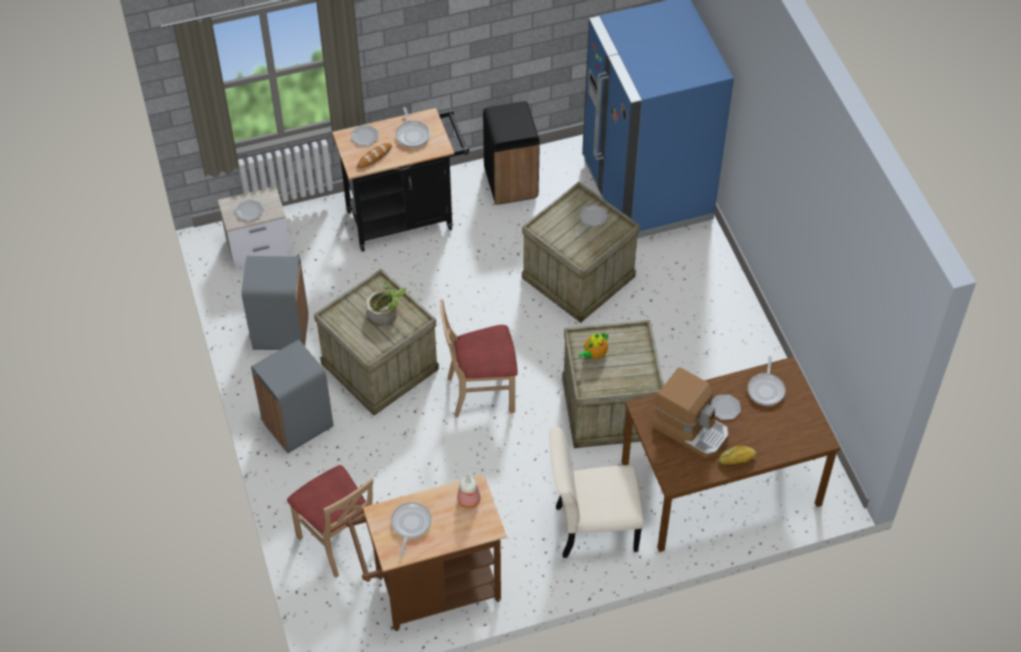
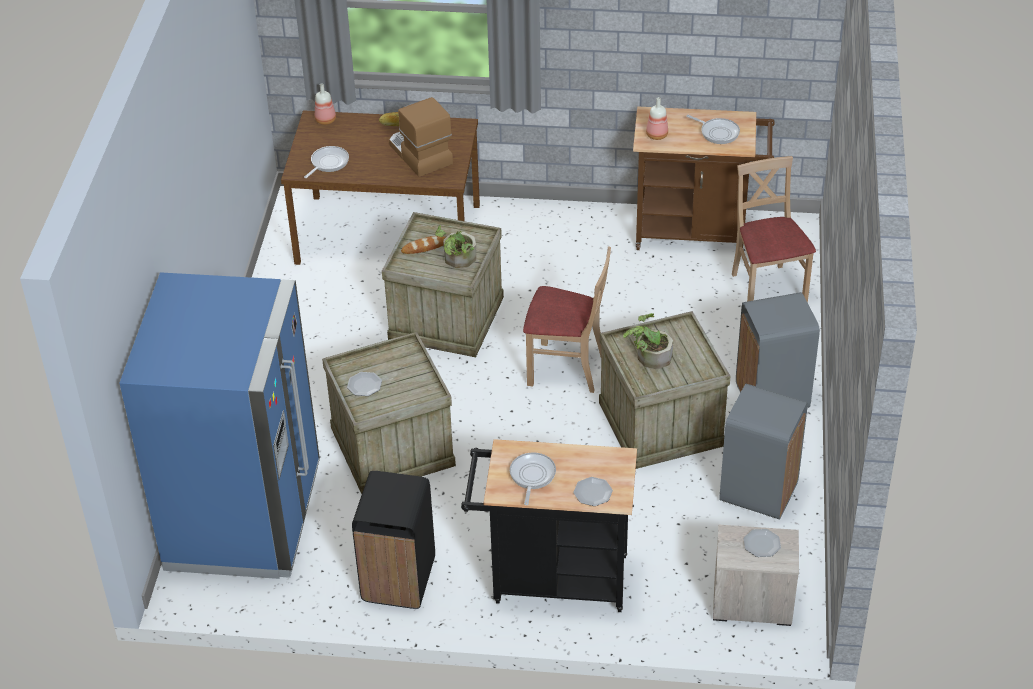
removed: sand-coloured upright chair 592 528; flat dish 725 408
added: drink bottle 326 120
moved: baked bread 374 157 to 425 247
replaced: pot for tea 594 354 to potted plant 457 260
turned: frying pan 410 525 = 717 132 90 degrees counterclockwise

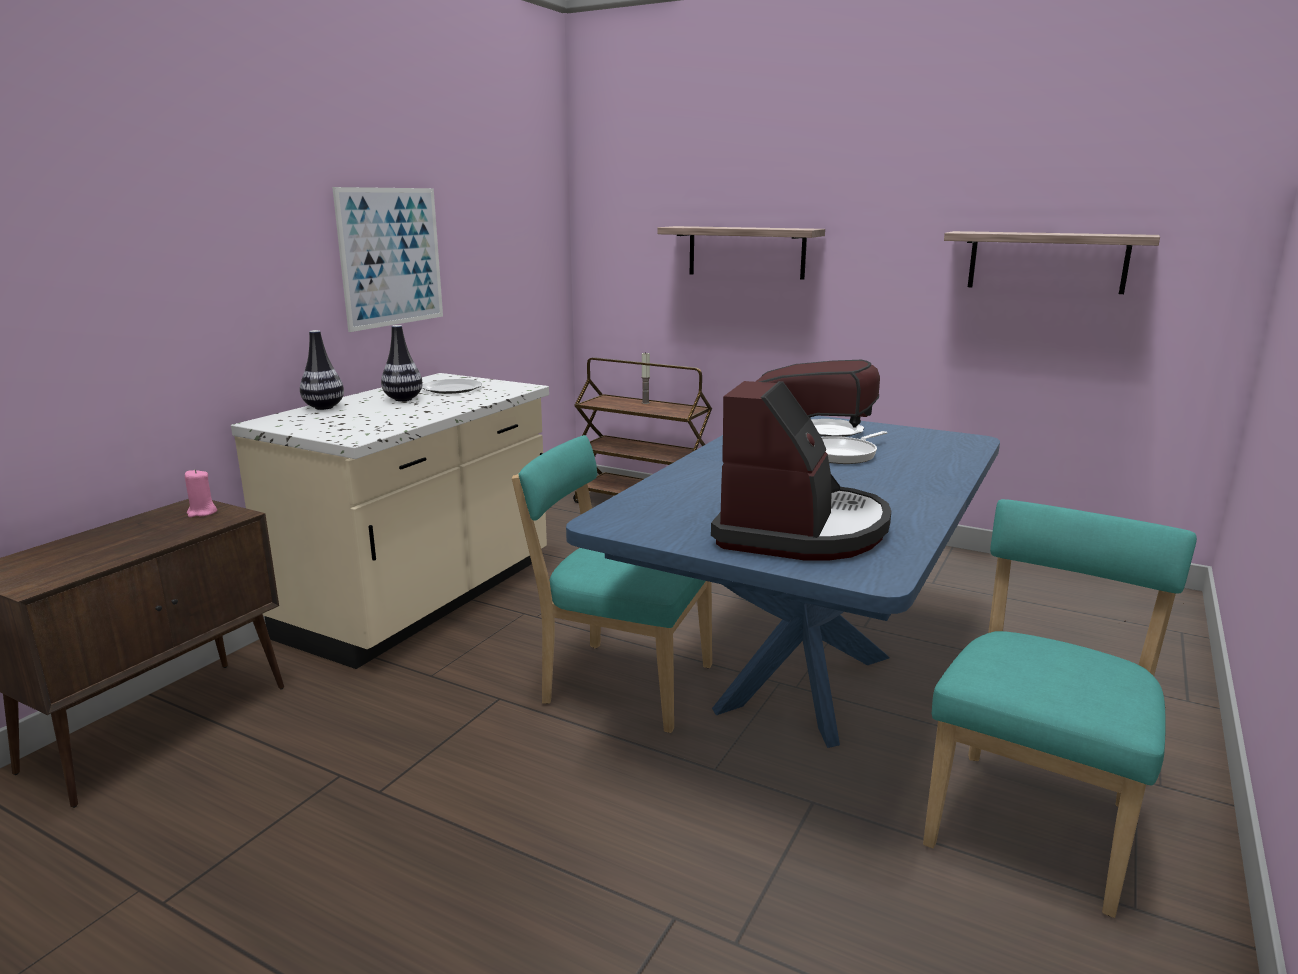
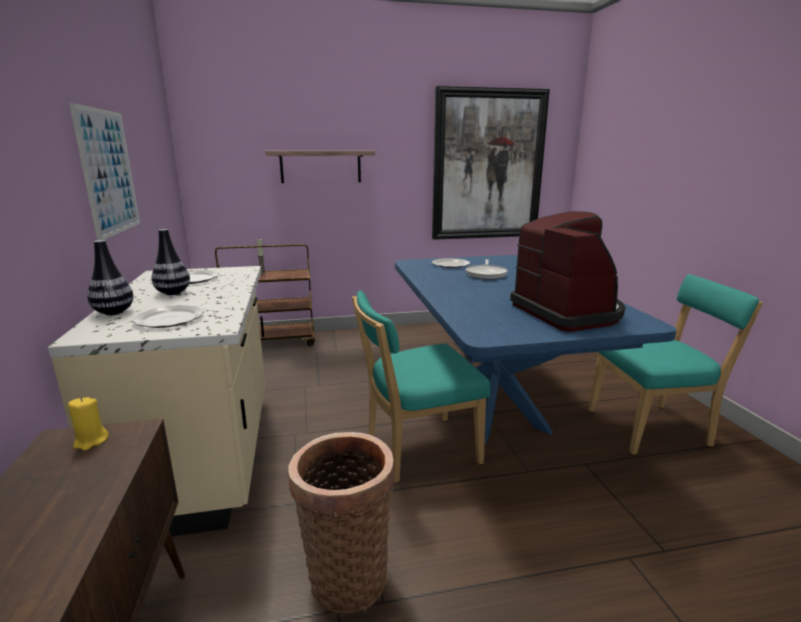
added: flat dish 168 319; storage basket 346 574
replaced: wall shelf 1047 262 to picture 488 166
recoloured: pinkish wax light 202 512 to yellowish wax light 91 441
turned: turquoise-coloured upright chair 1034 820 = 653 427 90 degrees clockwise

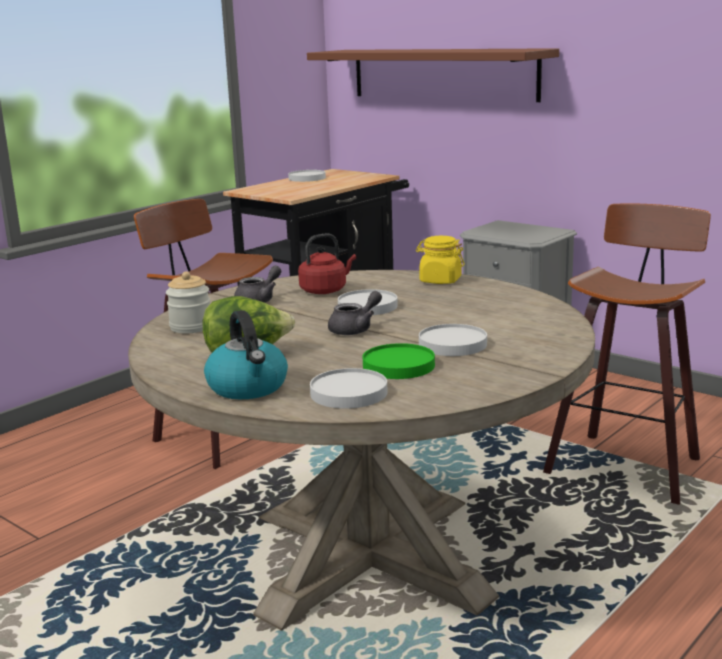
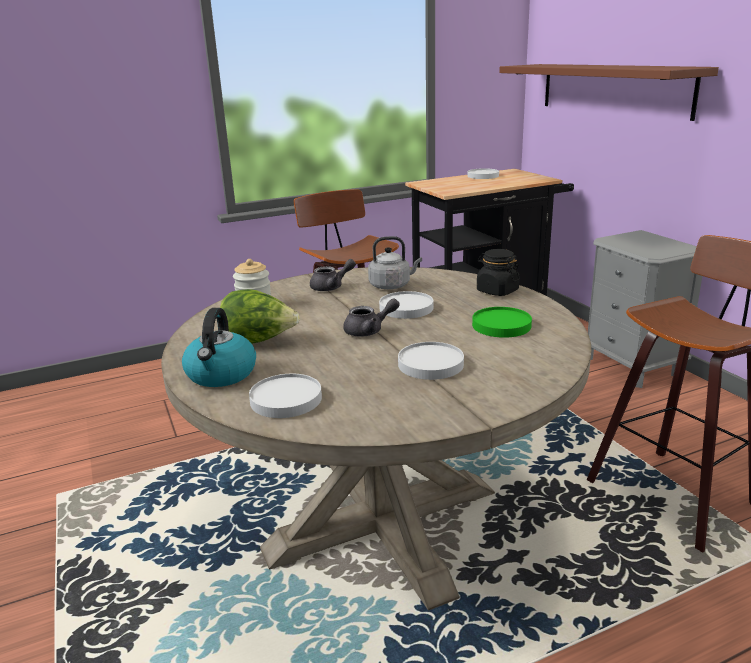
moved: green flat dish 399 366 to 502 325
recoloured: red kettle 325 290 to grey kettle 392 285; yellowish jar 440 280 to black-coloured jar 497 291

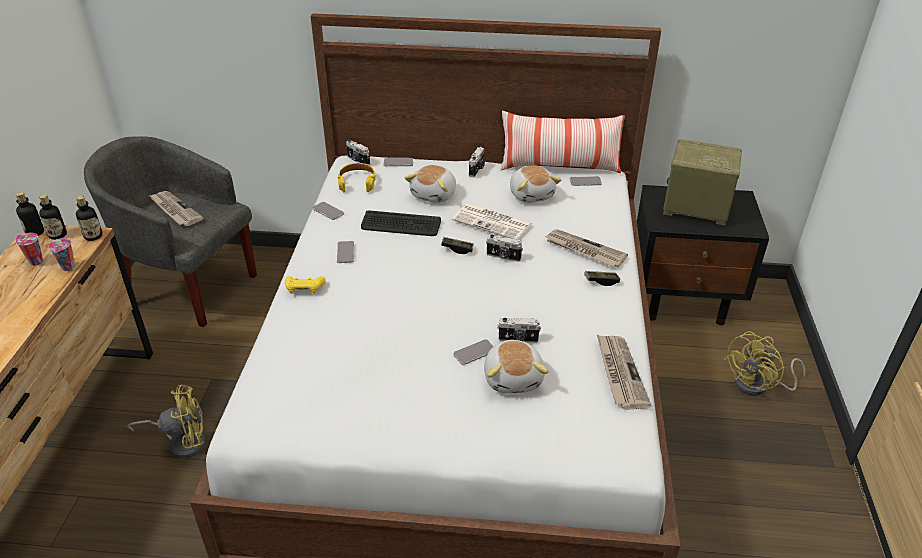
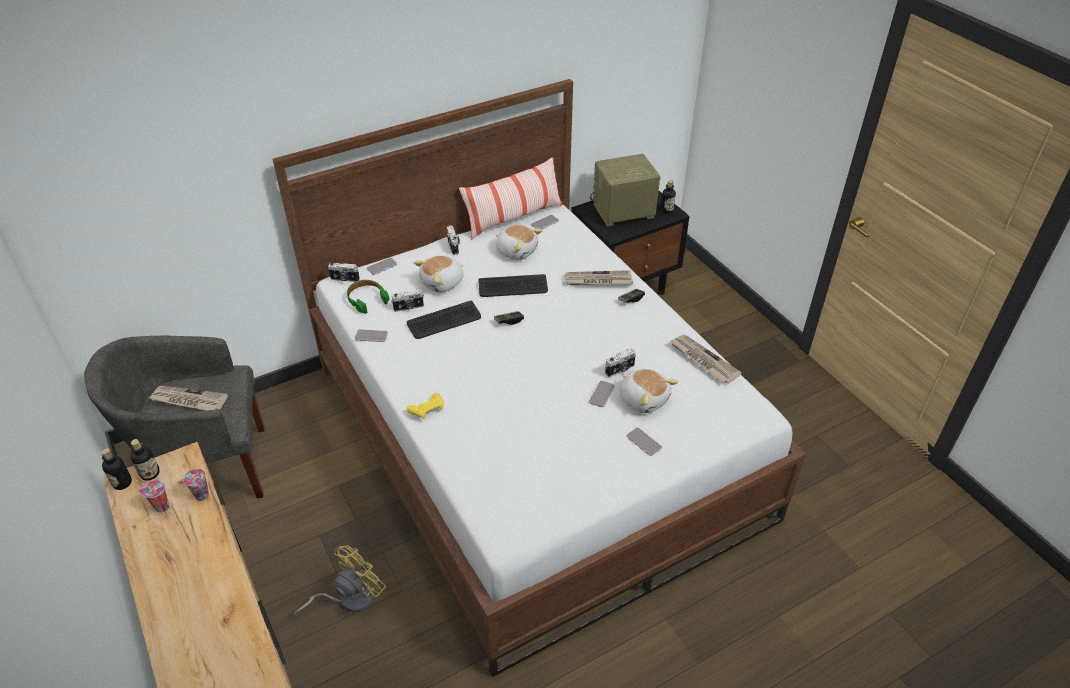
removed: yellowish cooling fan 758 386
moved: drink bottle 93 236 to 667 210; telephone 345 252 to 644 442; still camera 503 257 to 408 308
replaced: daily paper 493 222 to keyboard 513 287
recoloured: yellowish pair of headphones 357 182 to green pair of headphones 367 299
turned: cuddly toy 434 194 = 443 283 60 degrees clockwise

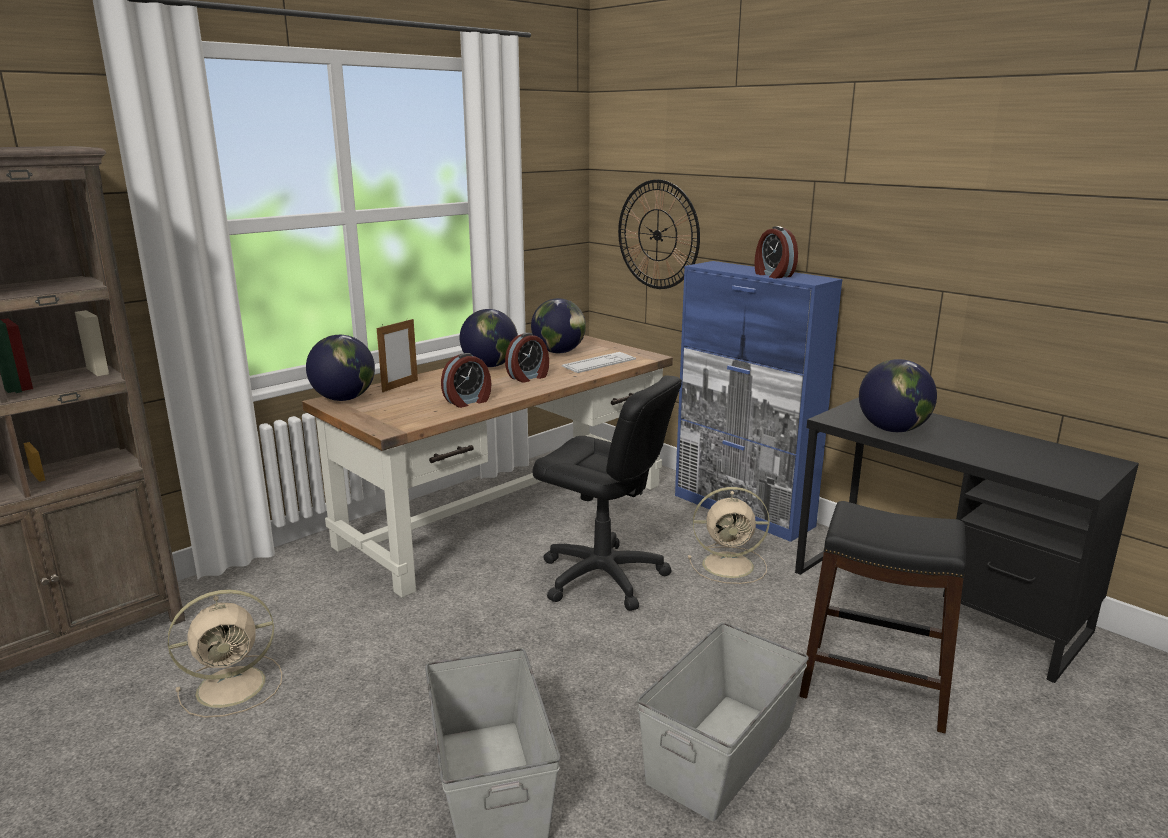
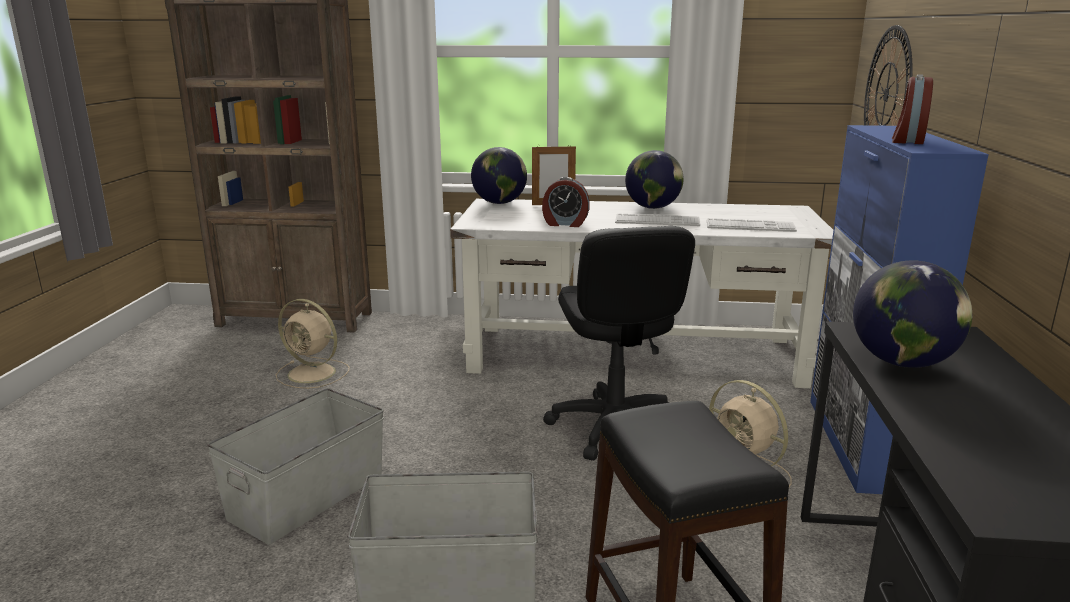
removed: world globe 559 352
replaced: alarm clock 528 377 to keyboard 657 221
recoloured: brown desk unit 508 513 to white-coloured desk unit 635 354

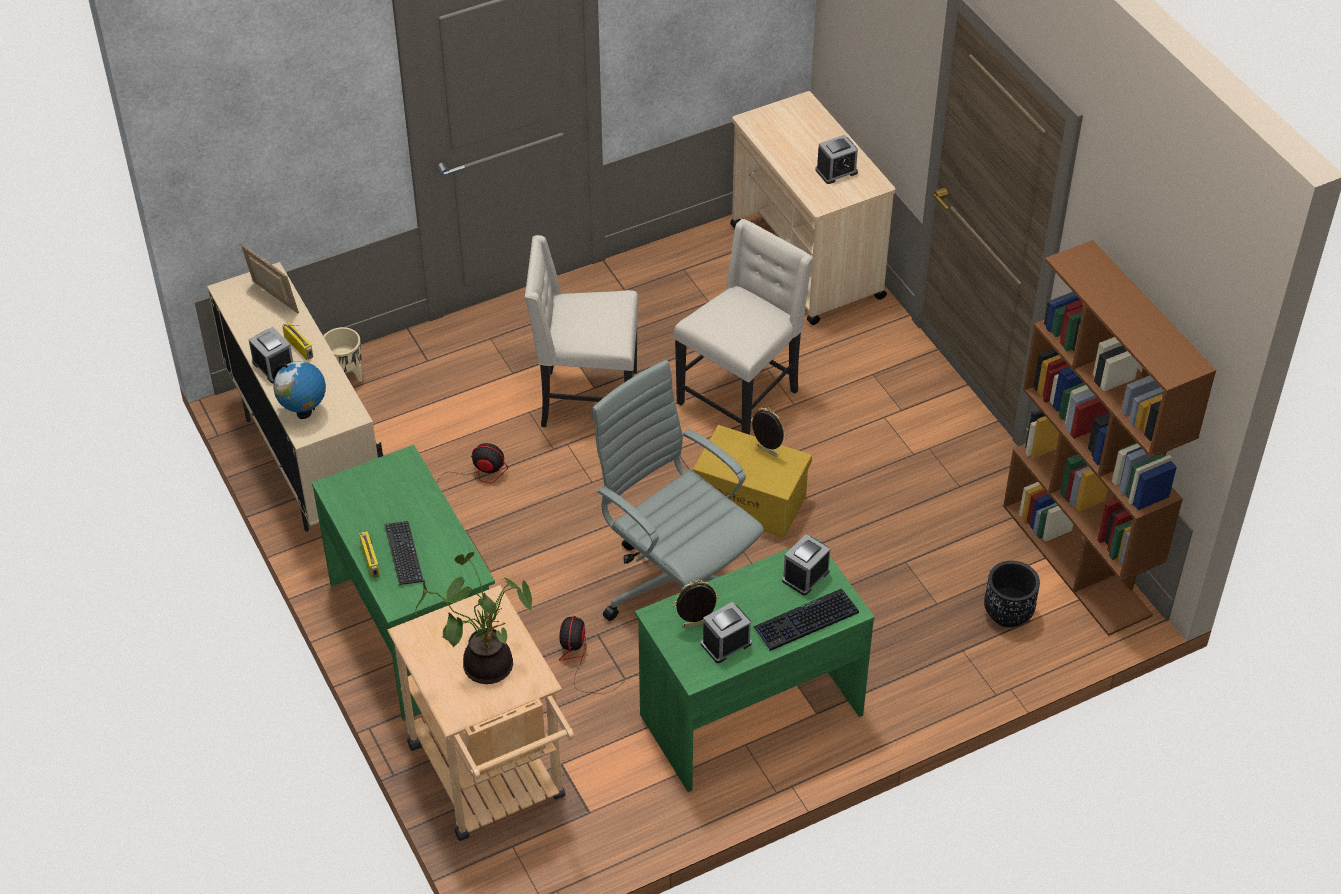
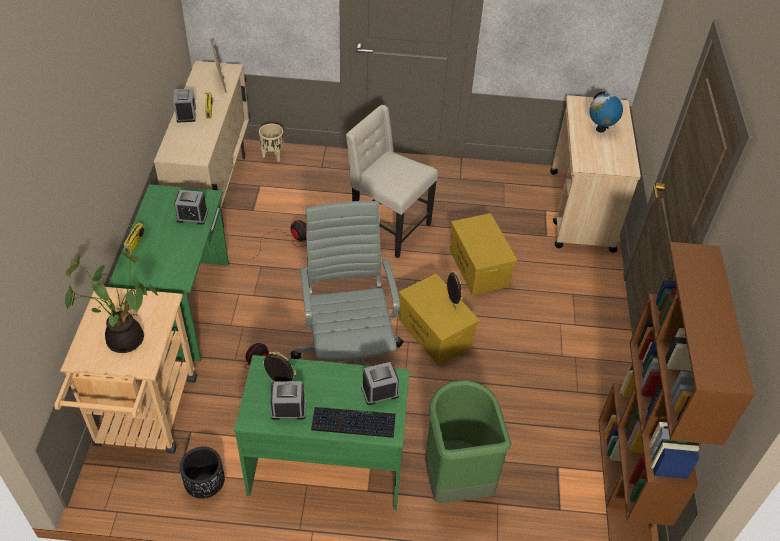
removed: keyboard 404 554
added: green rubbish bin 455 480
moved: world globe 304 413 to 600 129; alarm clock 836 171 to 192 216; black-coloured plant pot 1008 613 to 205 485
replaced: sand-coloured upright chair 741 397 to yellowish storage box 479 268

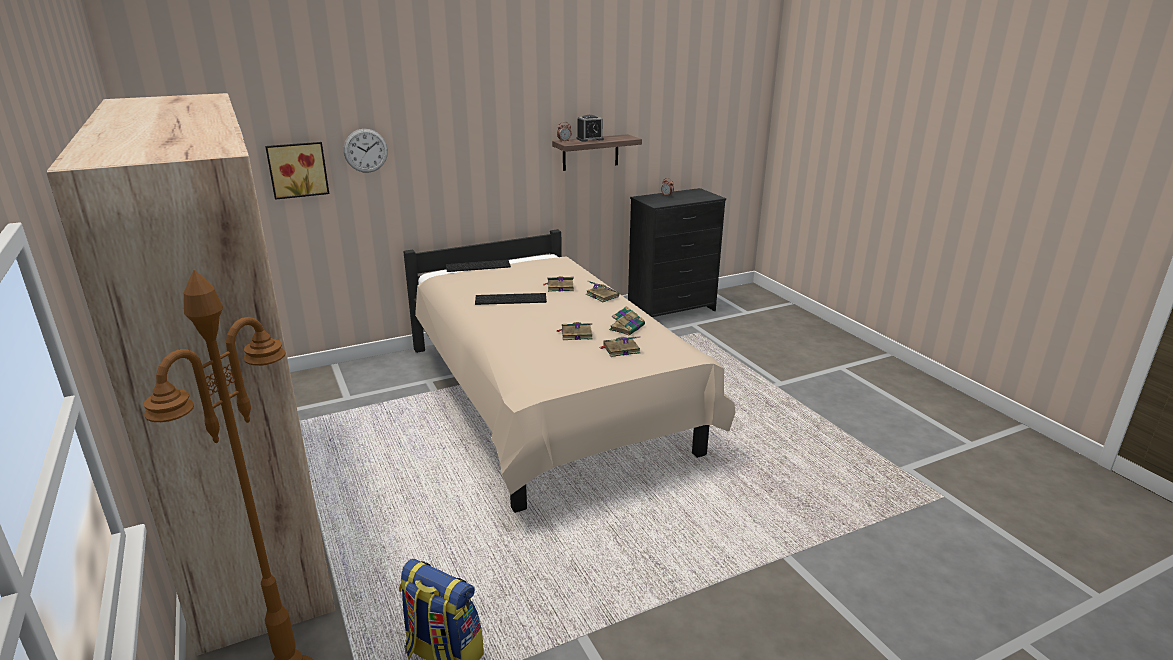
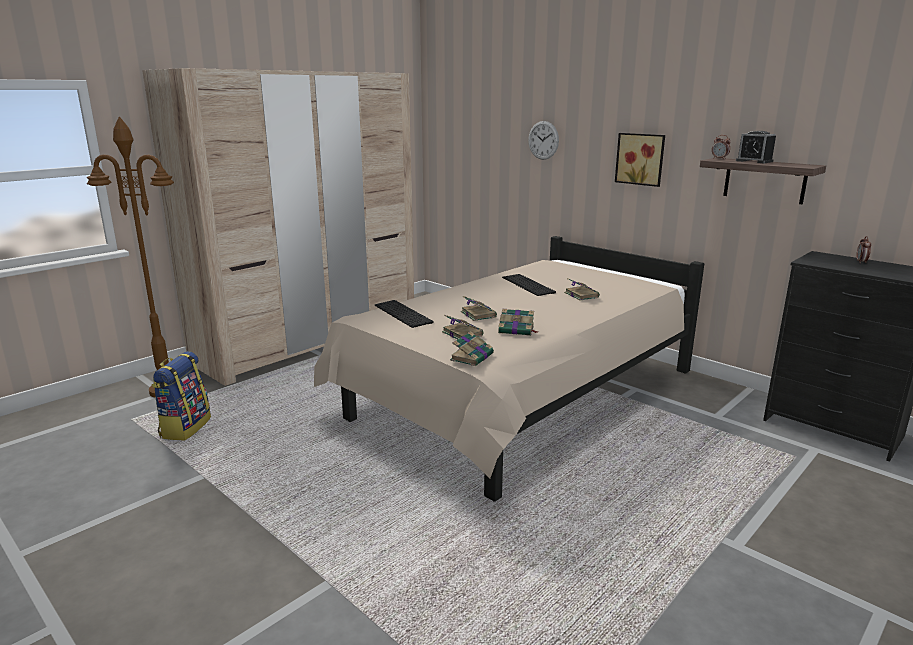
moved: picture 297 169 to 640 159; keyboard 478 266 to 404 313; book 601 295 to 472 357

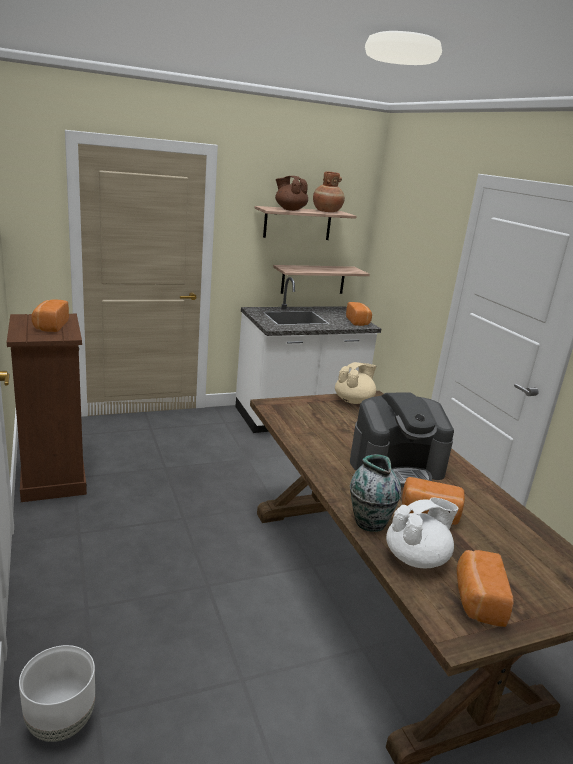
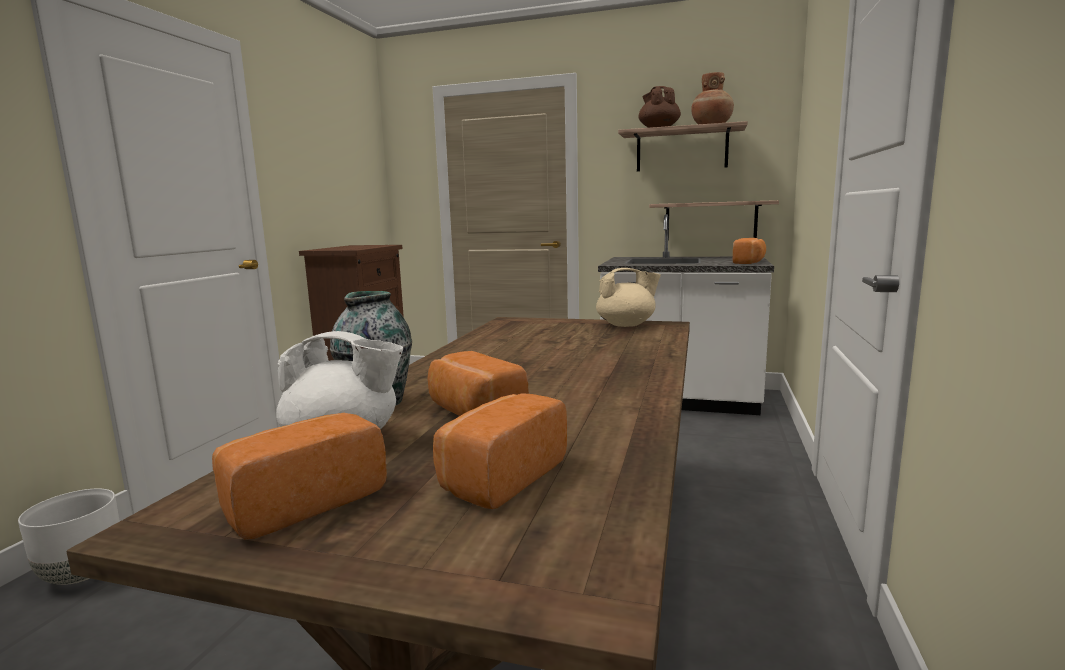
removed: coffee machine 396 467
moved: baked bread 50 326 to 499 477

